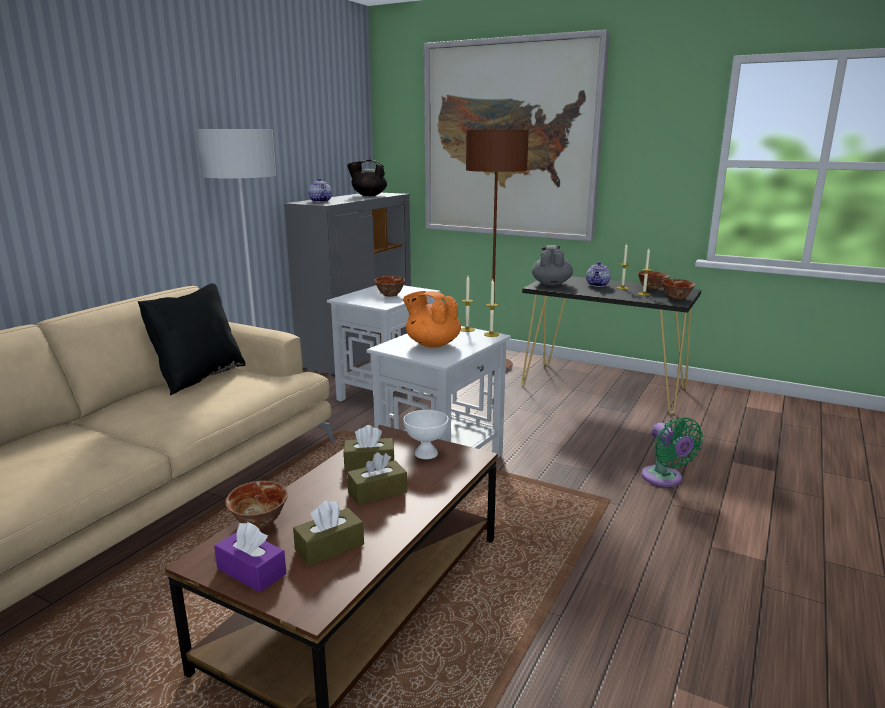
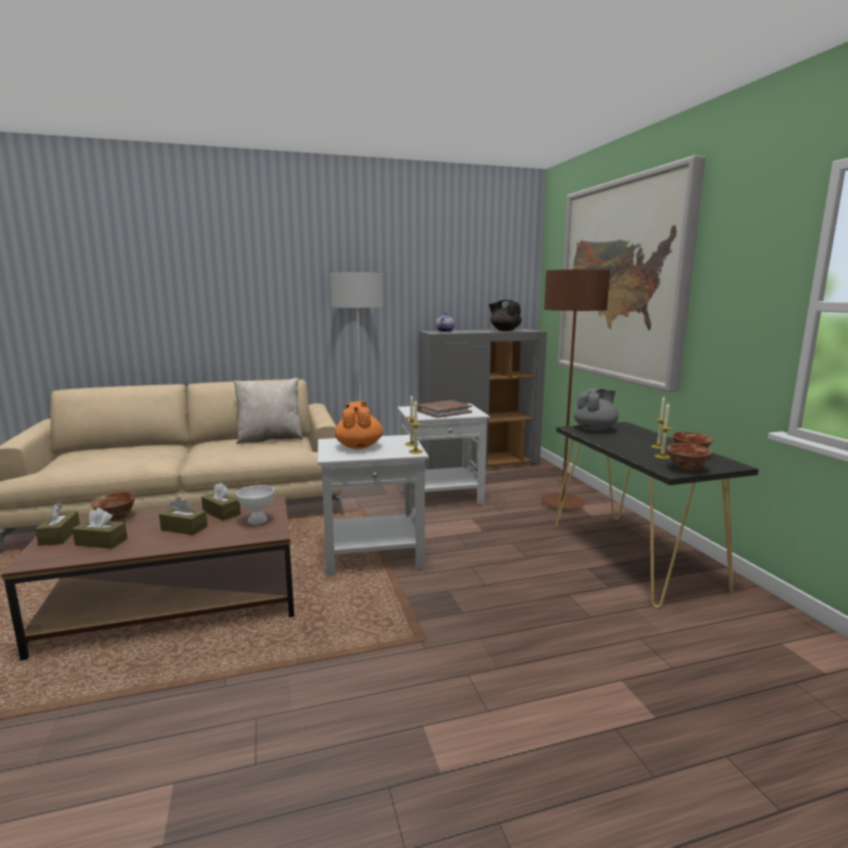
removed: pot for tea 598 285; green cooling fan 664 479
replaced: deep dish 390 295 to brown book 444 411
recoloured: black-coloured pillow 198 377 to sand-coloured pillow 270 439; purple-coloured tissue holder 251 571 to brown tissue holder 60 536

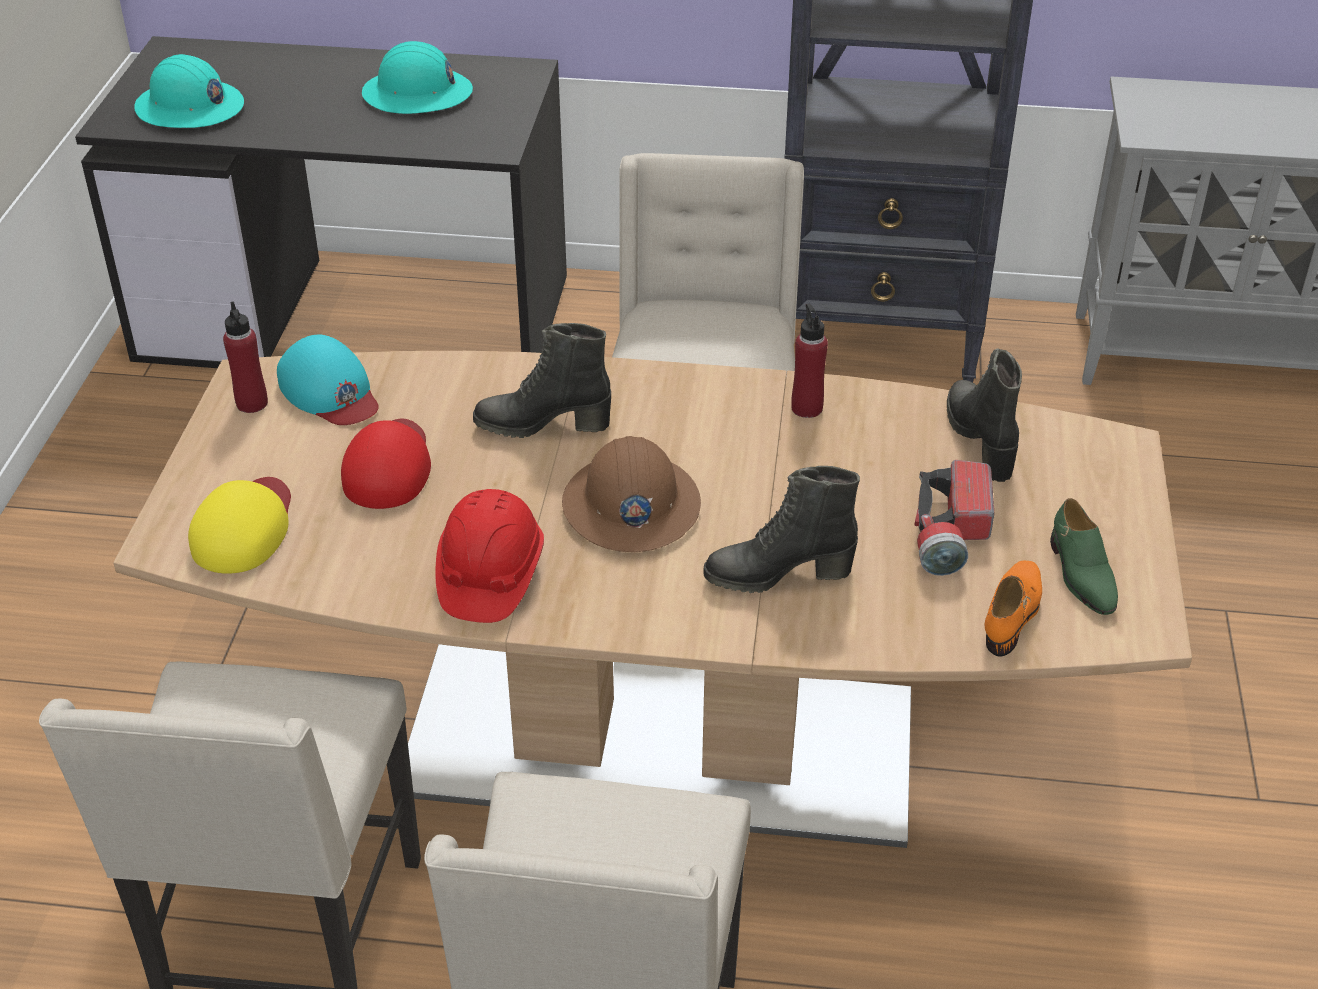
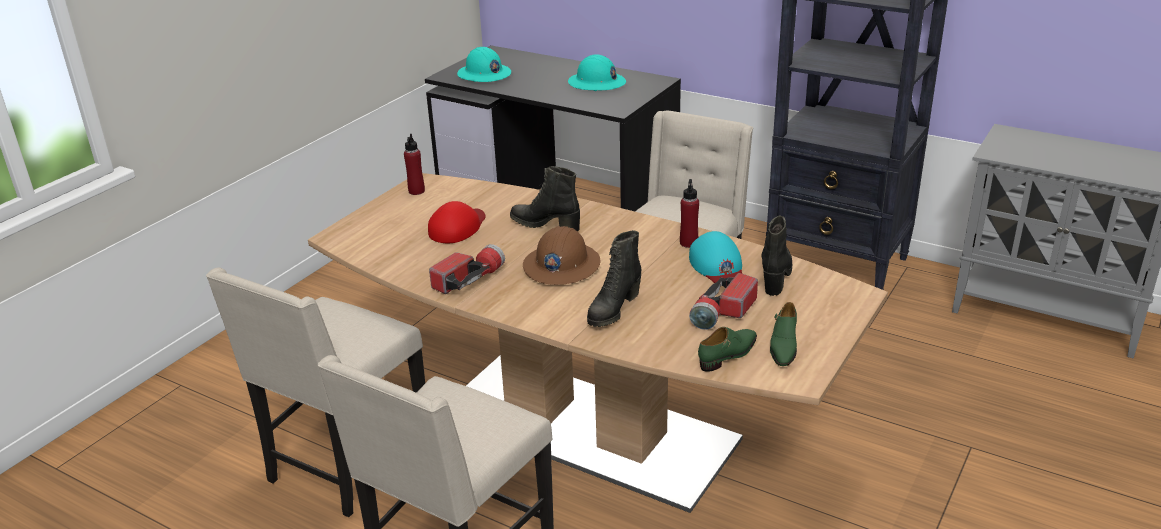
removed: yellowish peaked cap 245 528
moved: turquoise-coloured peaked cap 330 391 to 717 266
replaced: red work helmet 489 576 to torch 469 279
recoloured: orange item of footwear 1013 613 to green item of footwear 728 354
turned: black-coloured high-top boot 778 574 = 613 309 75 degrees counterclockwise

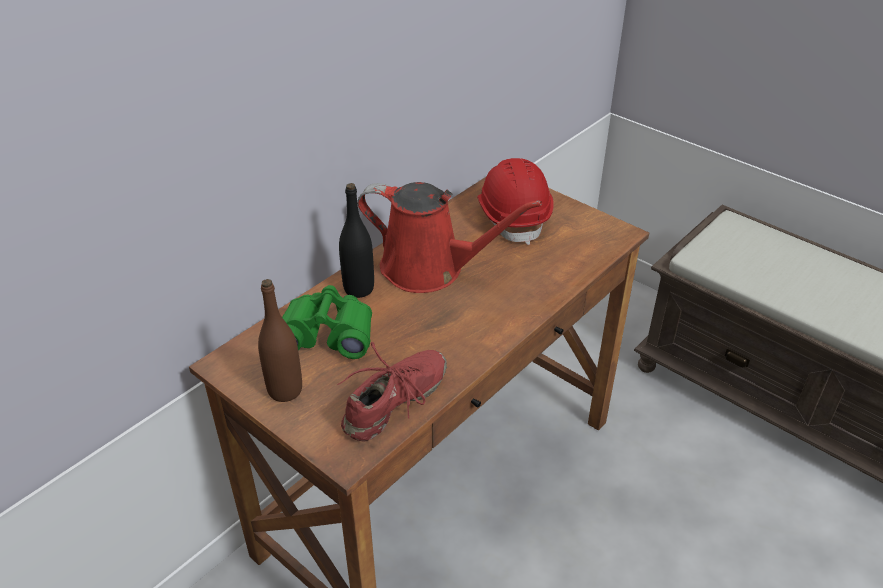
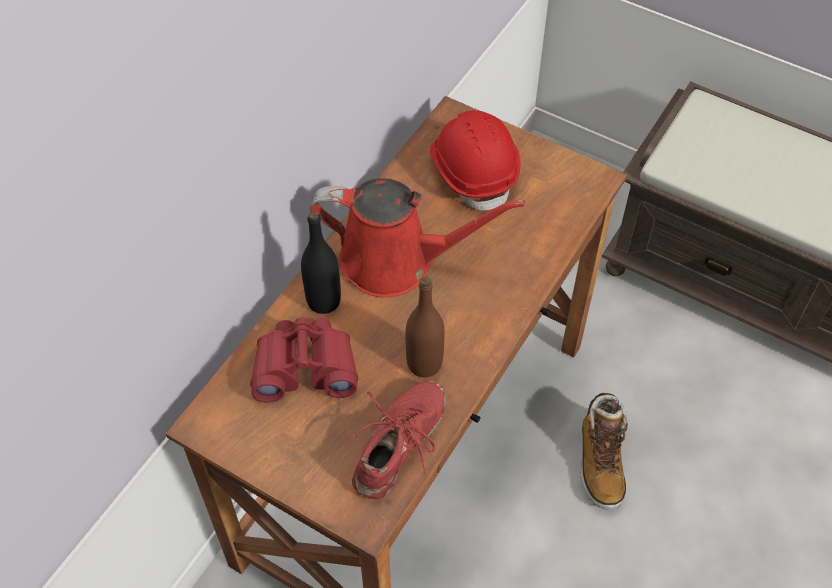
added: high-top boot 600 463
moved: brown drink bottle 285 390 to 424 363
recoloured: green pair of binoculars 327 334 to red pair of binoculars 305 367

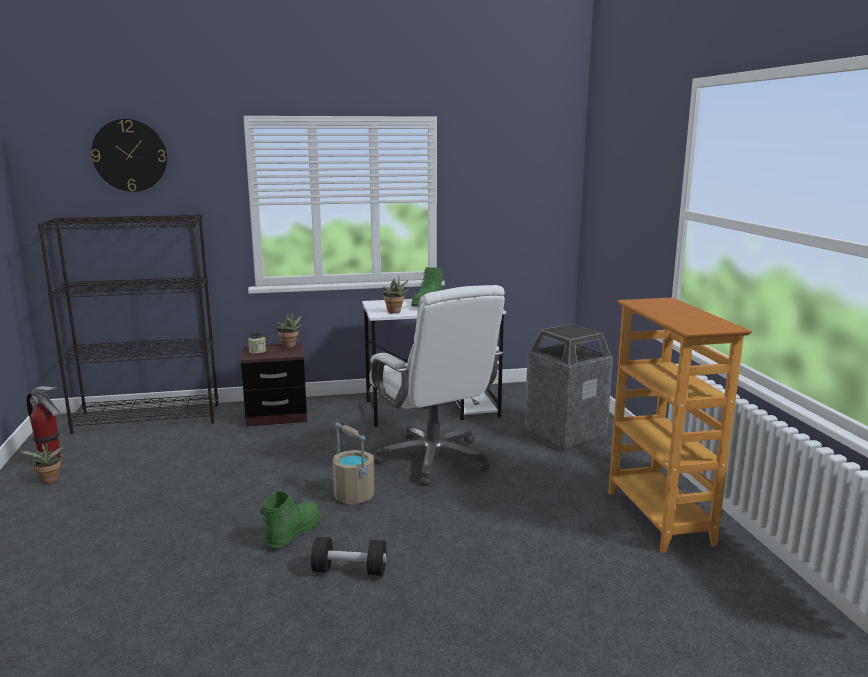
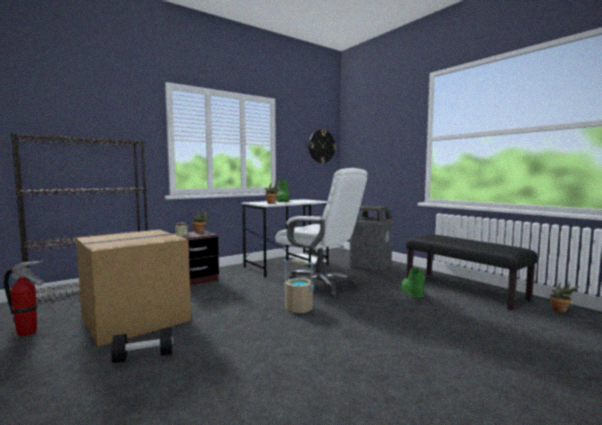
added: carton 136 317
moved: potted plant 48 481 to 561 311; hanging clock 130 155 to 321 146; green high-top boot 292 532 to 411 293; black-coloured free weight 350 570 to 144 357
replaced: bookshelf 660 518 to black-coloured indoor bench 464 289

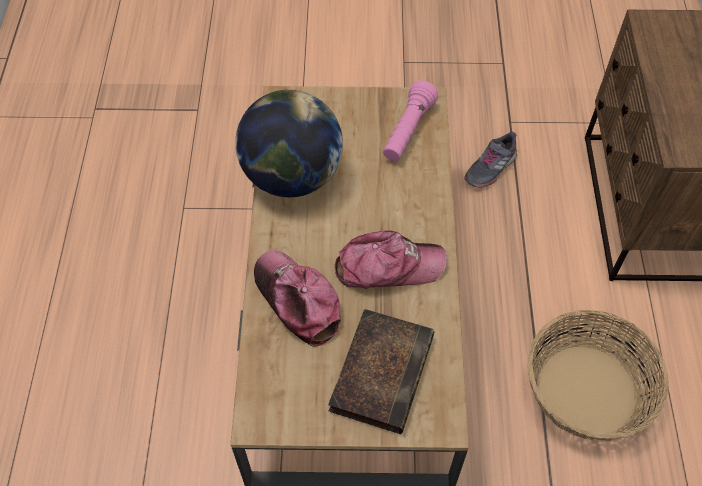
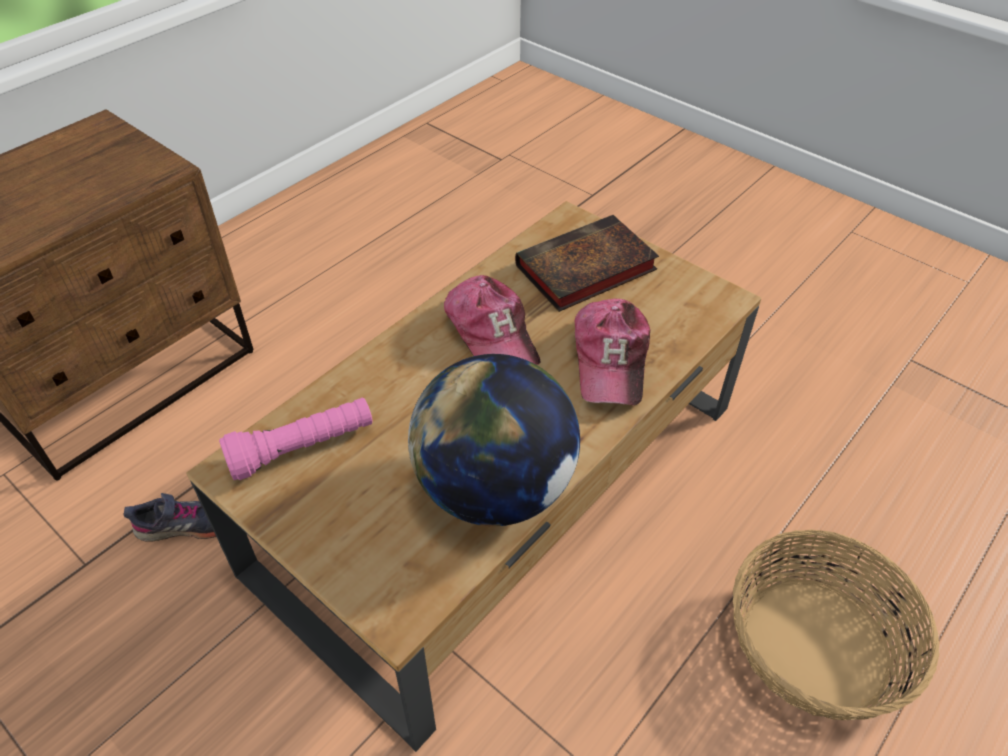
moved: storage basket 586 391 to 815 645
turned: peaked cap 388 266 = 491 334 150 degrees counterclockwise

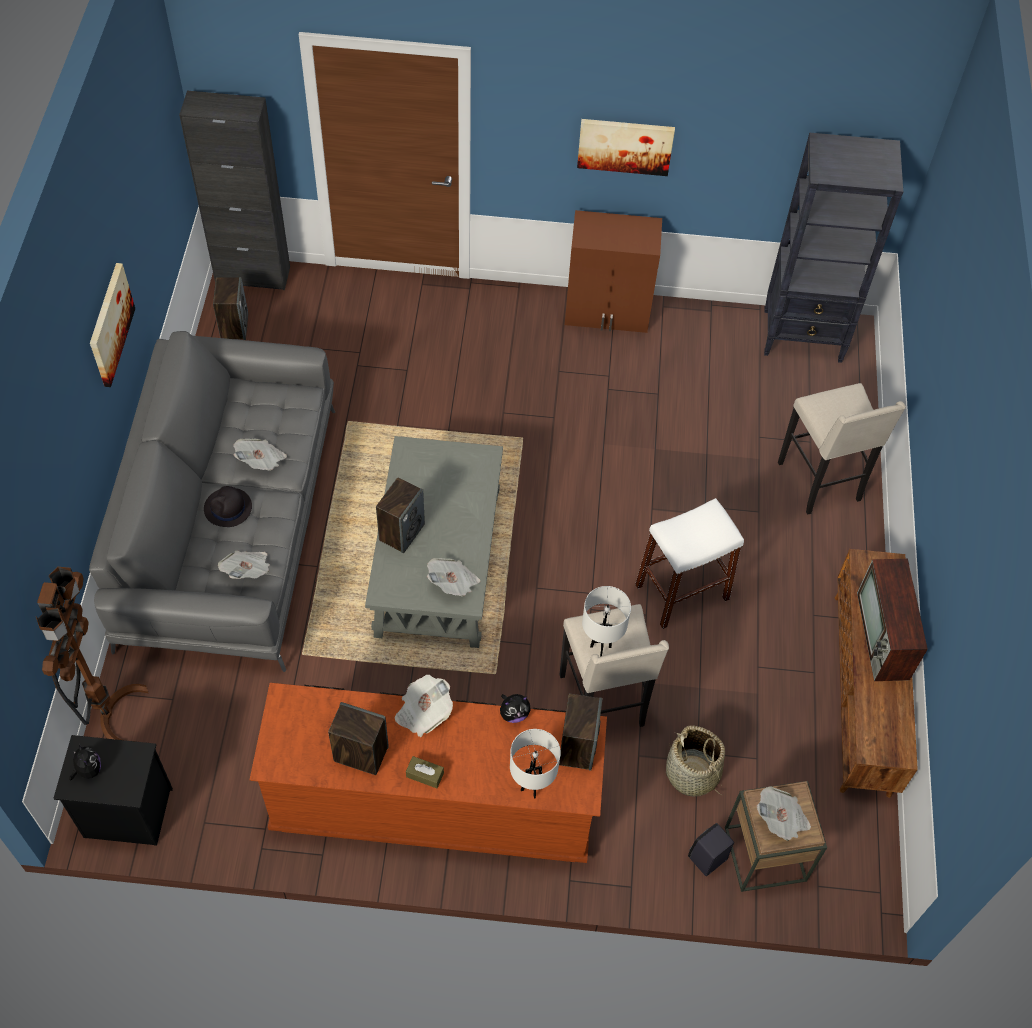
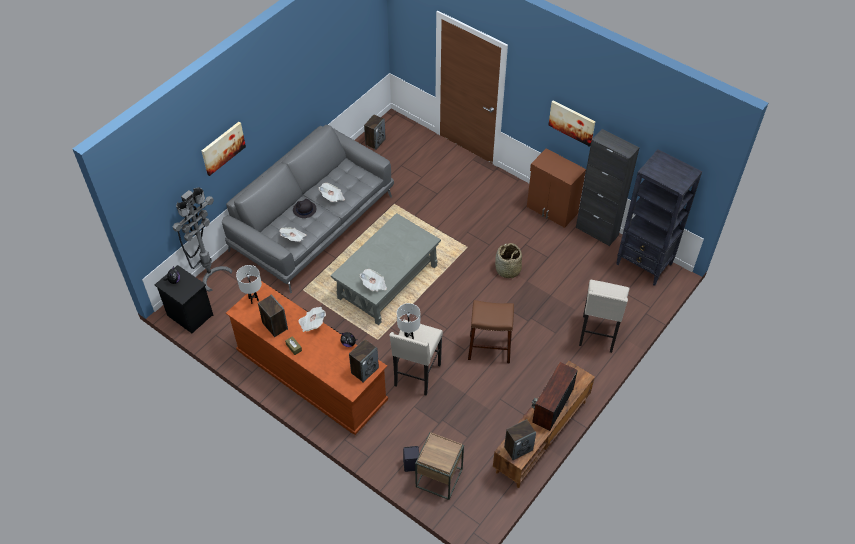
removed: daily paper 781 820
moved: picture 110 324 to 223 148; black-coloured cupboard 253 275 to 597 231; audio speaker 401 532 to 518 448; white-coloured table lamp 531 788 to 253 299; storage basket 692 774 to 508 269
recoloured: brown standing lamp 111 714 to grey standing lamp 211 274; white-coloured stool 681 592 to brown stool 489 349

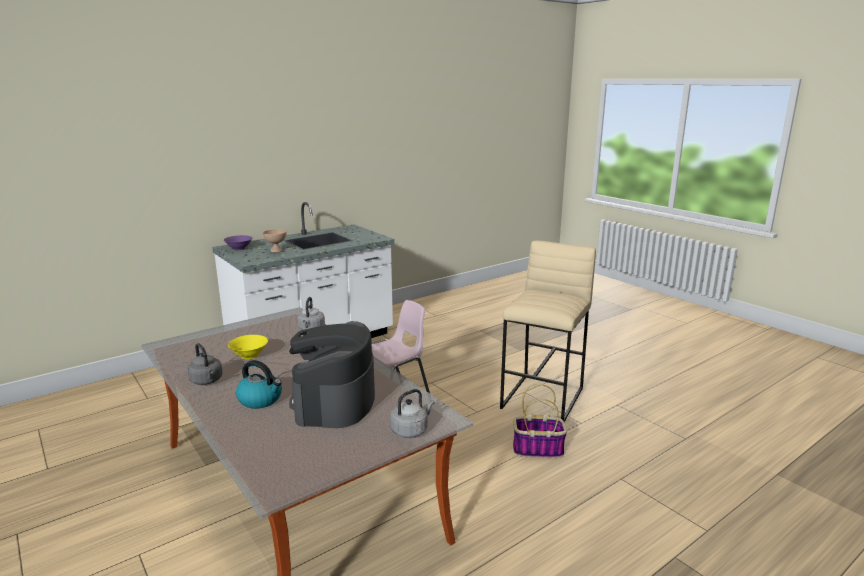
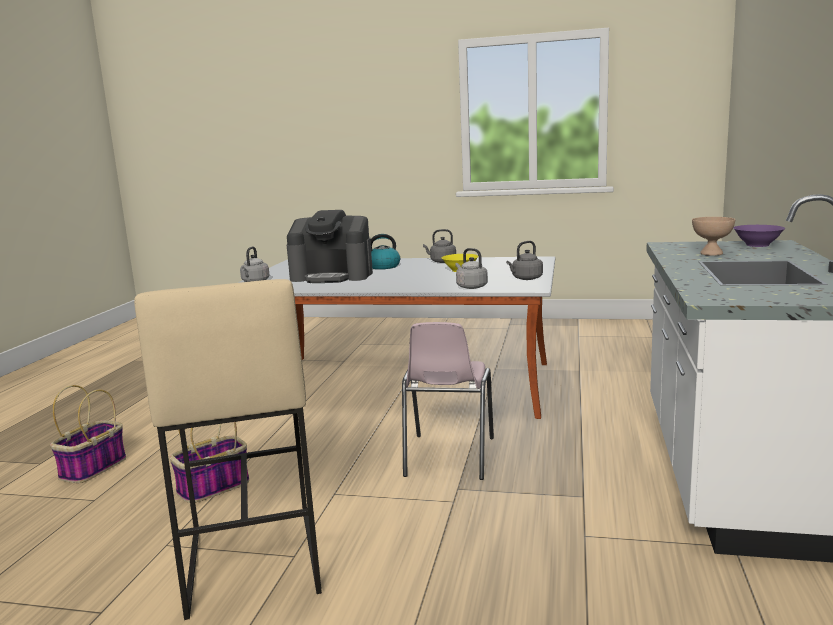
added: storage basket 93 468; grey kettle 526 279
turned: coffee machine 334 401 = 332 276 135 degrees clockwise

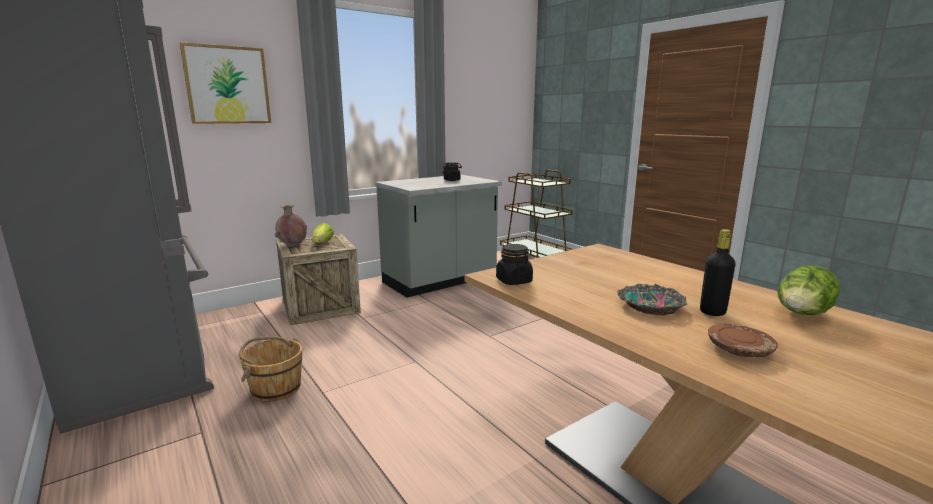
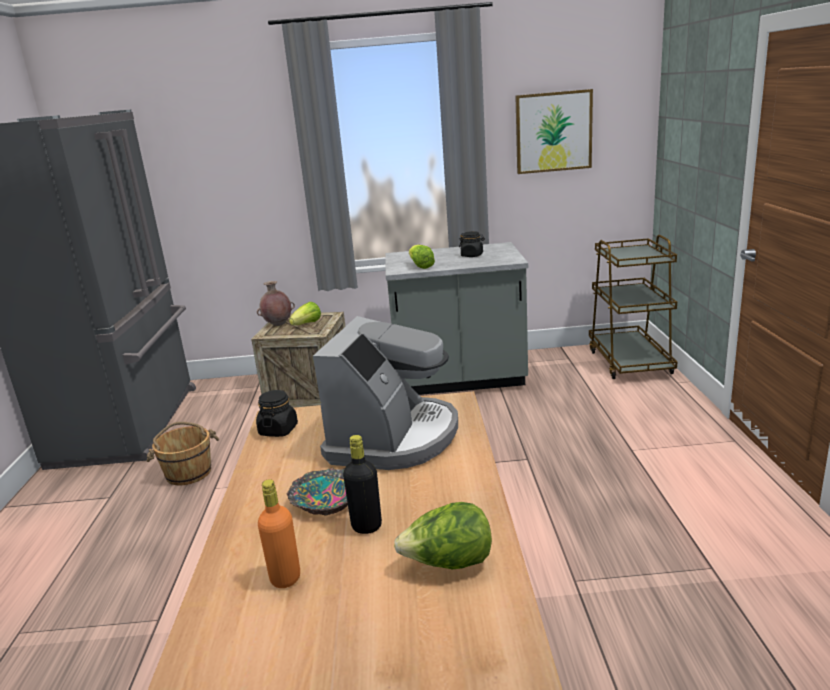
added: coffee machine 394 437; lettuce 420 266
moved: picture 227 85 to 553 132
replaced: brown flat dish 739 350 to orange drink bottle 285 578

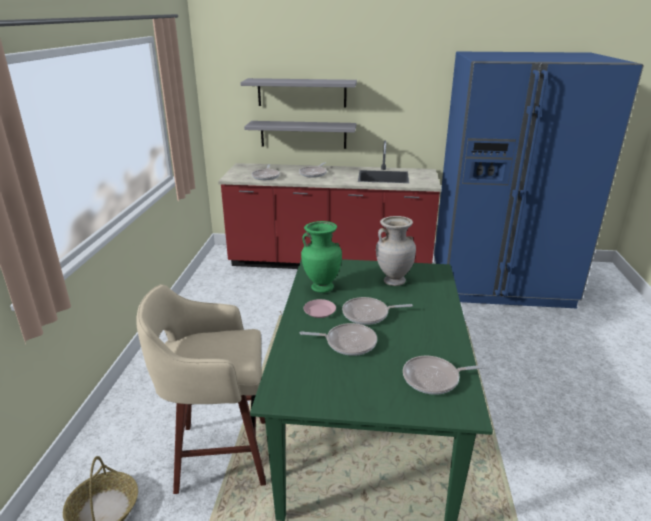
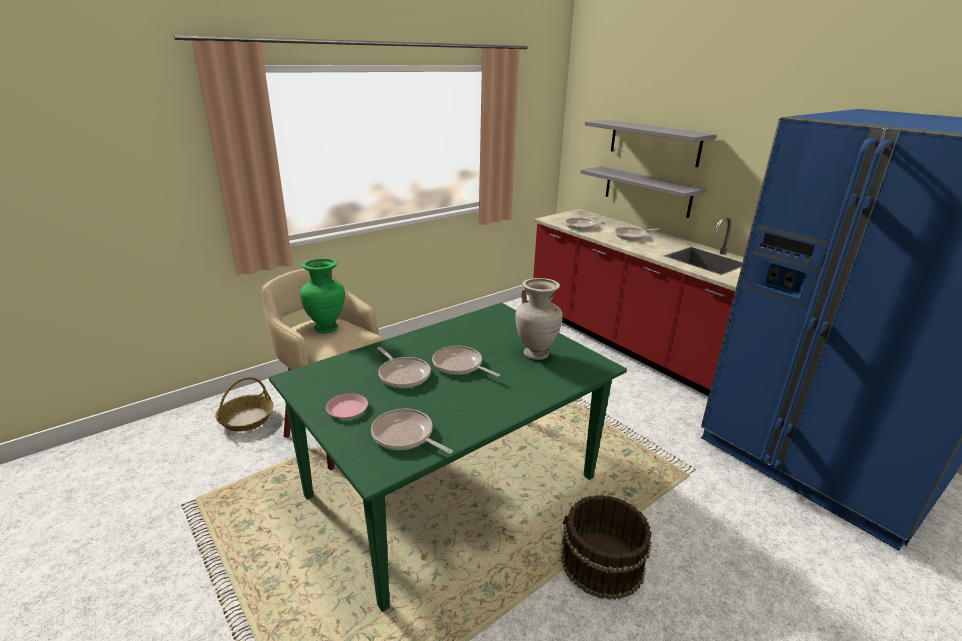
added: brown water bucket 601 563
moved: green vase 322 287 to 327 328; pinkish flat dish 319 311 to 347 409

